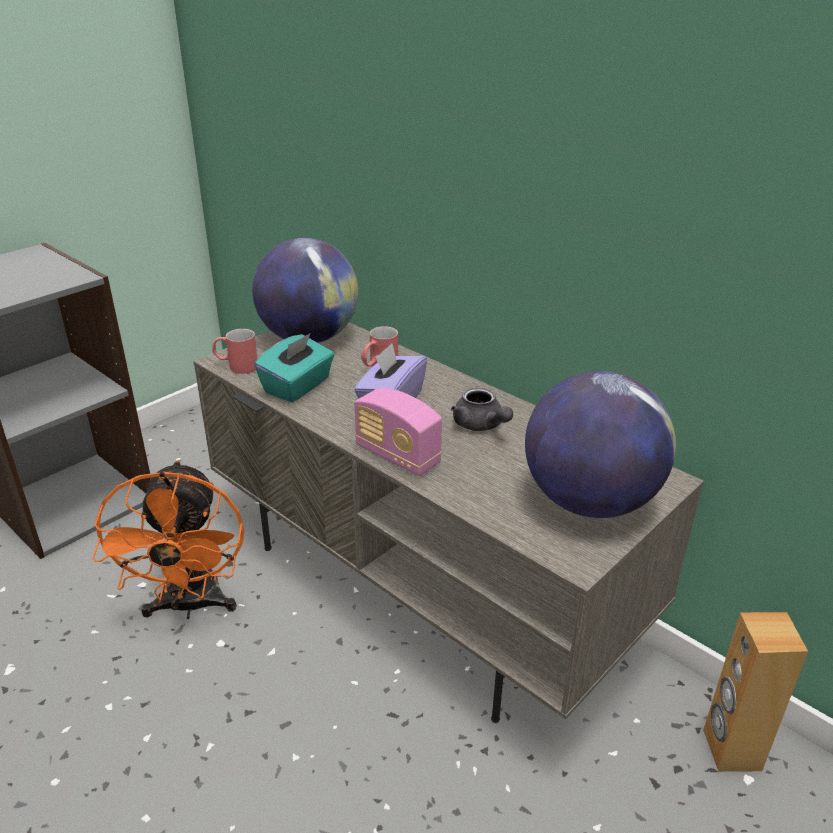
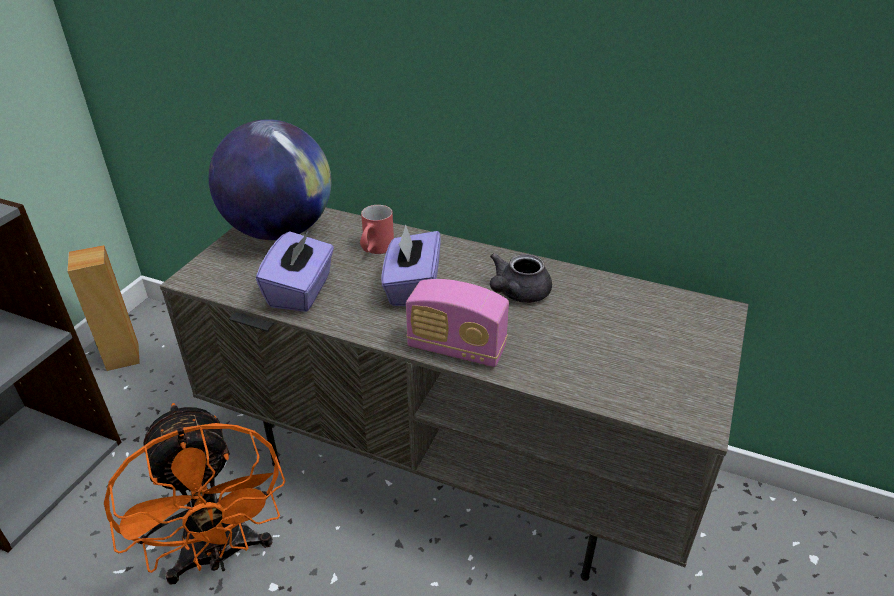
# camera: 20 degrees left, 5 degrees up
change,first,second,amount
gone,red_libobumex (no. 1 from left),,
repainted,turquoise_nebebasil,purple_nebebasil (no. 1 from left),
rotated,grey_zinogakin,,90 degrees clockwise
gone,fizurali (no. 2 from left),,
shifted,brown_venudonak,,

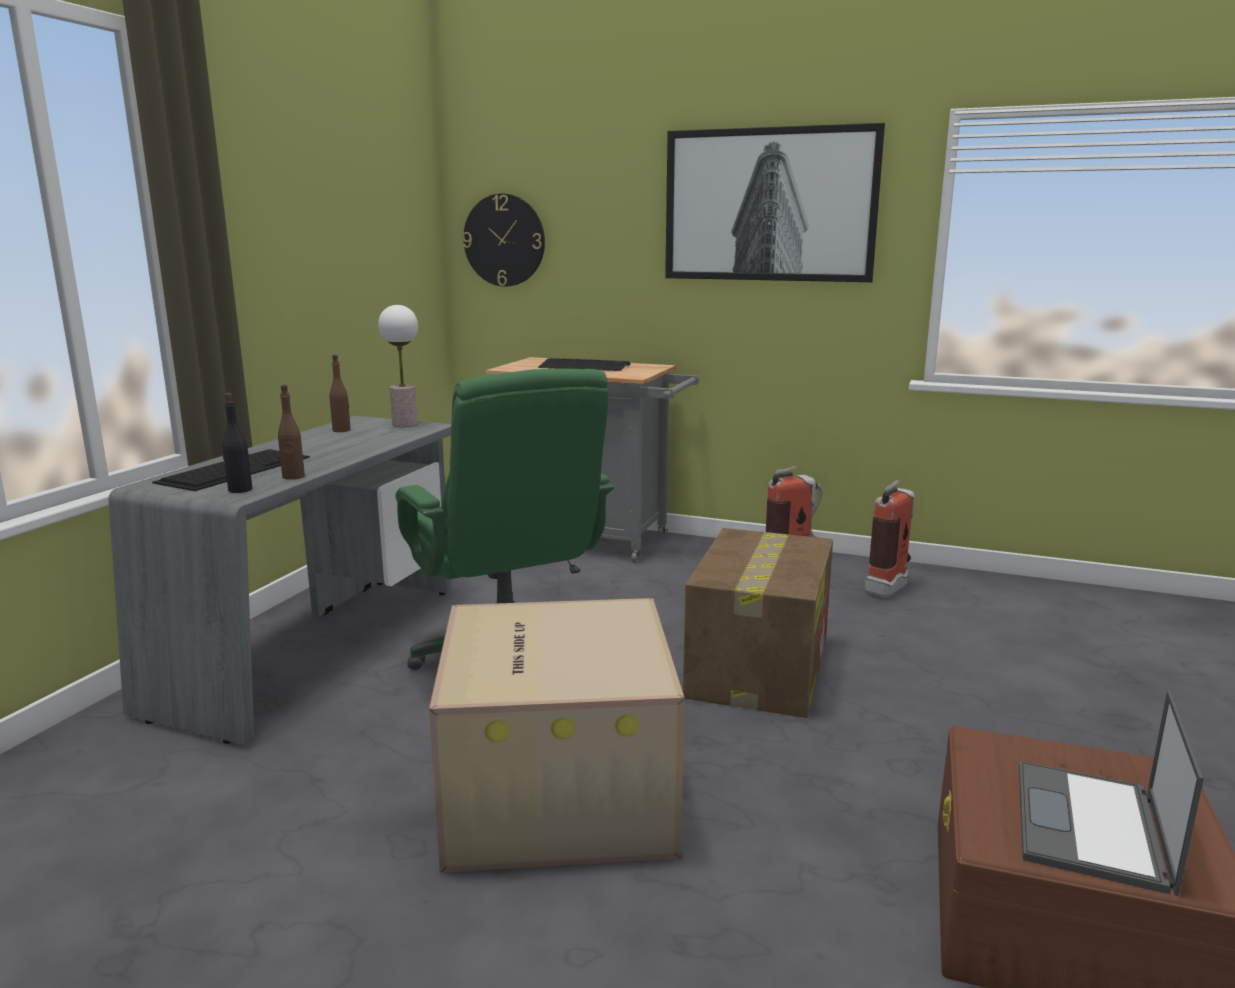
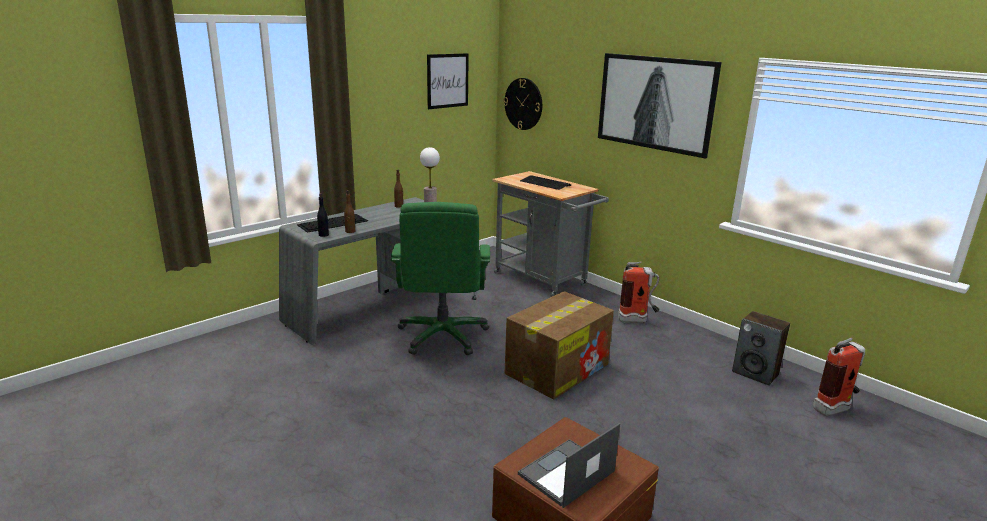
# camera: 25 degrees right, 5 degrees up
change,first,second,amount
gone,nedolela (no. 1 from left),,
shifted,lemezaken (no. 2 from left),,
new,,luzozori (no. 1 from left),
new,,venudonak,

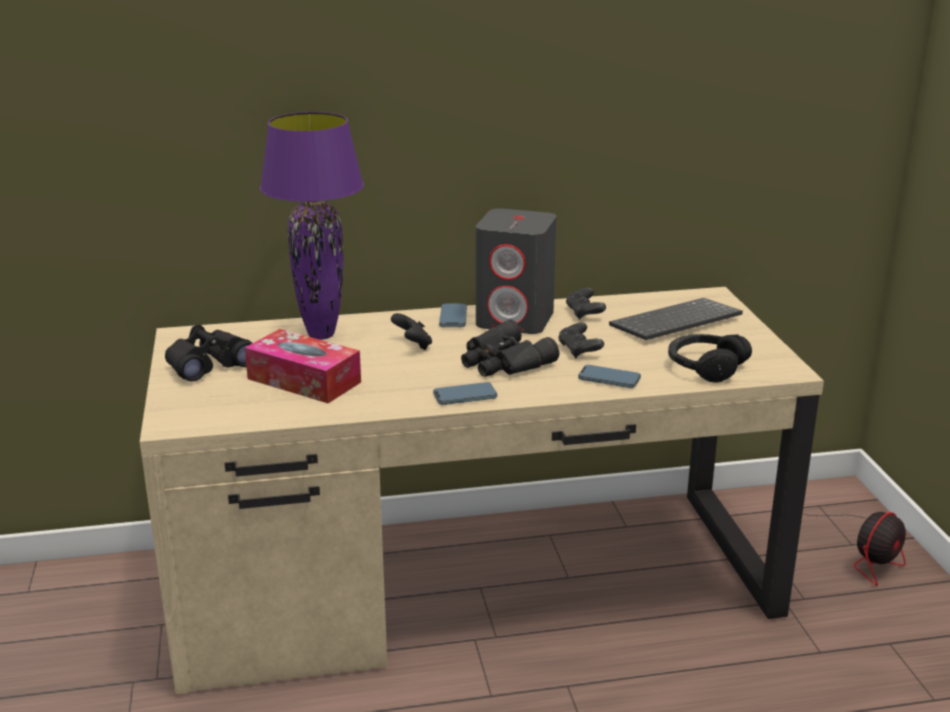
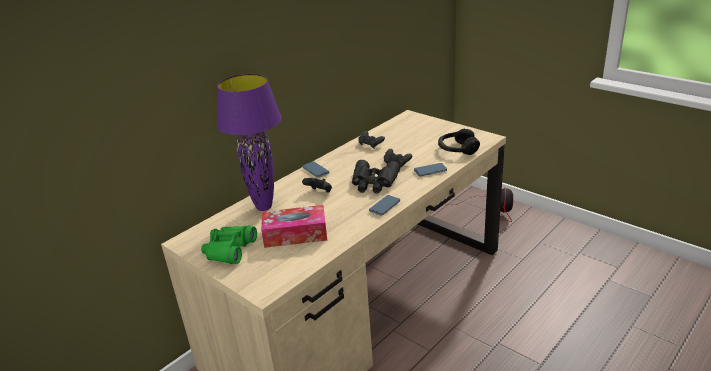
# camera: 35 degrees left, 5 degrees up
change,first,second,amount
repainted,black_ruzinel (no. 1 from left),green_ruzinel,
gone,grey_venudonak,,
gone,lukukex,,

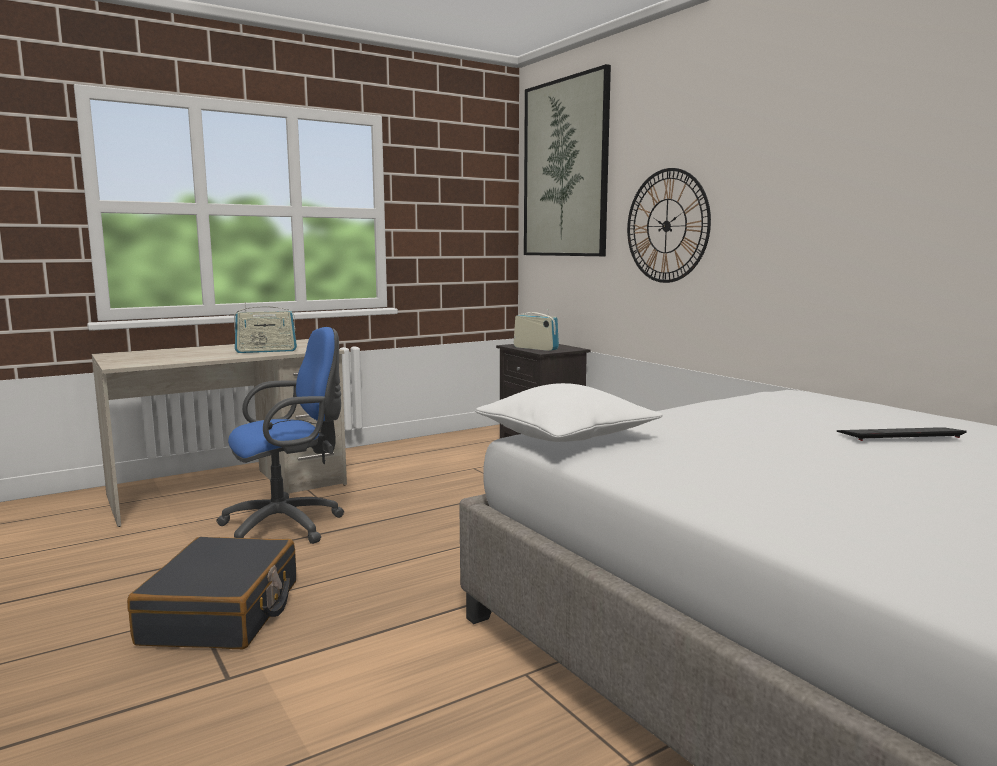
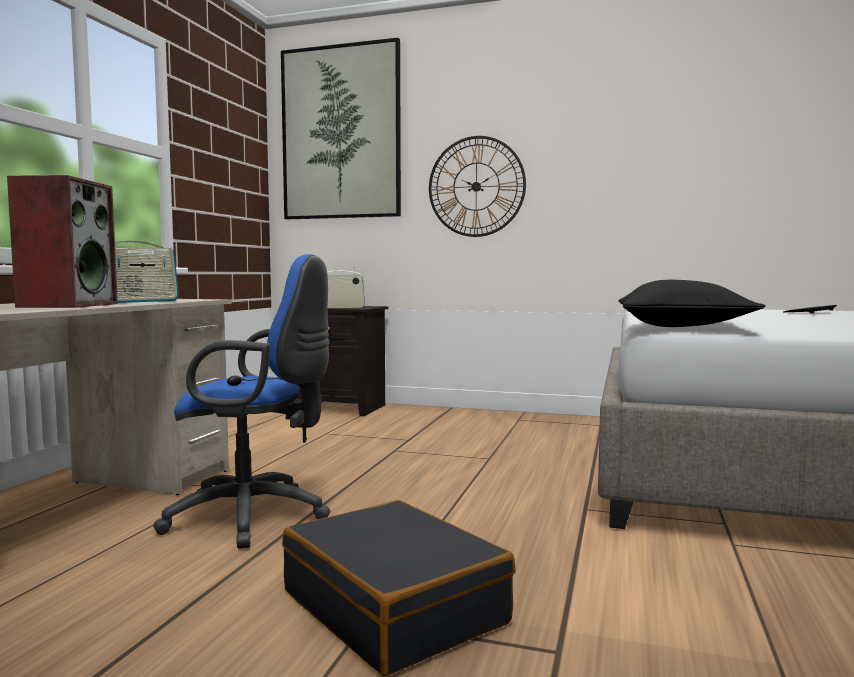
# camera: 40 degrees left, 5 degrees down
change,first,second,amount
rotated,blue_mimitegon,,75 degrees clockwise
repainted,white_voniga,black_voniga,
new,,venudonak,

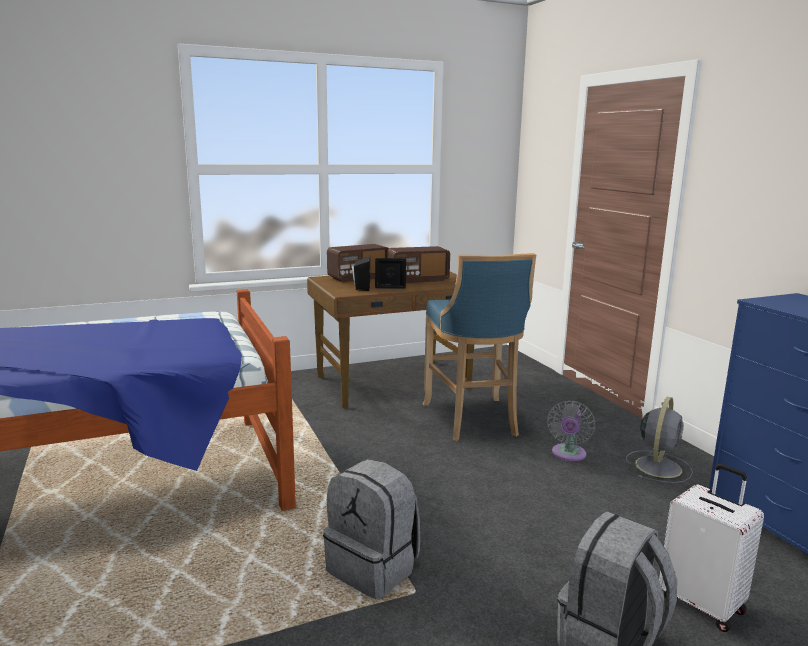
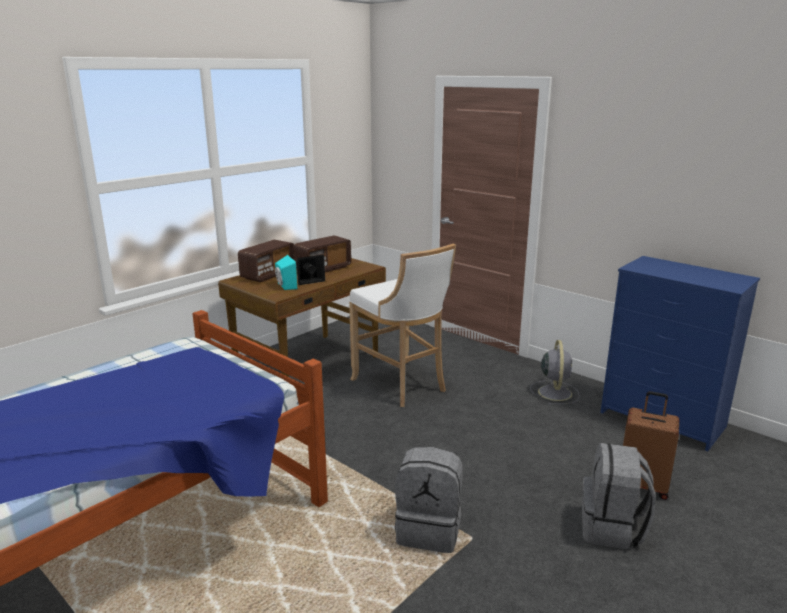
# camera: 25 degrees left, 5 degrees up
change,first,second,amount
repainted,black_venudonak (no. 1 from left),turquoise_venudonak,
repainted,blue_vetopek,white_vetopek,
gone,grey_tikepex (no. 1 from left),,
repainted,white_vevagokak,brown_vevagokak,

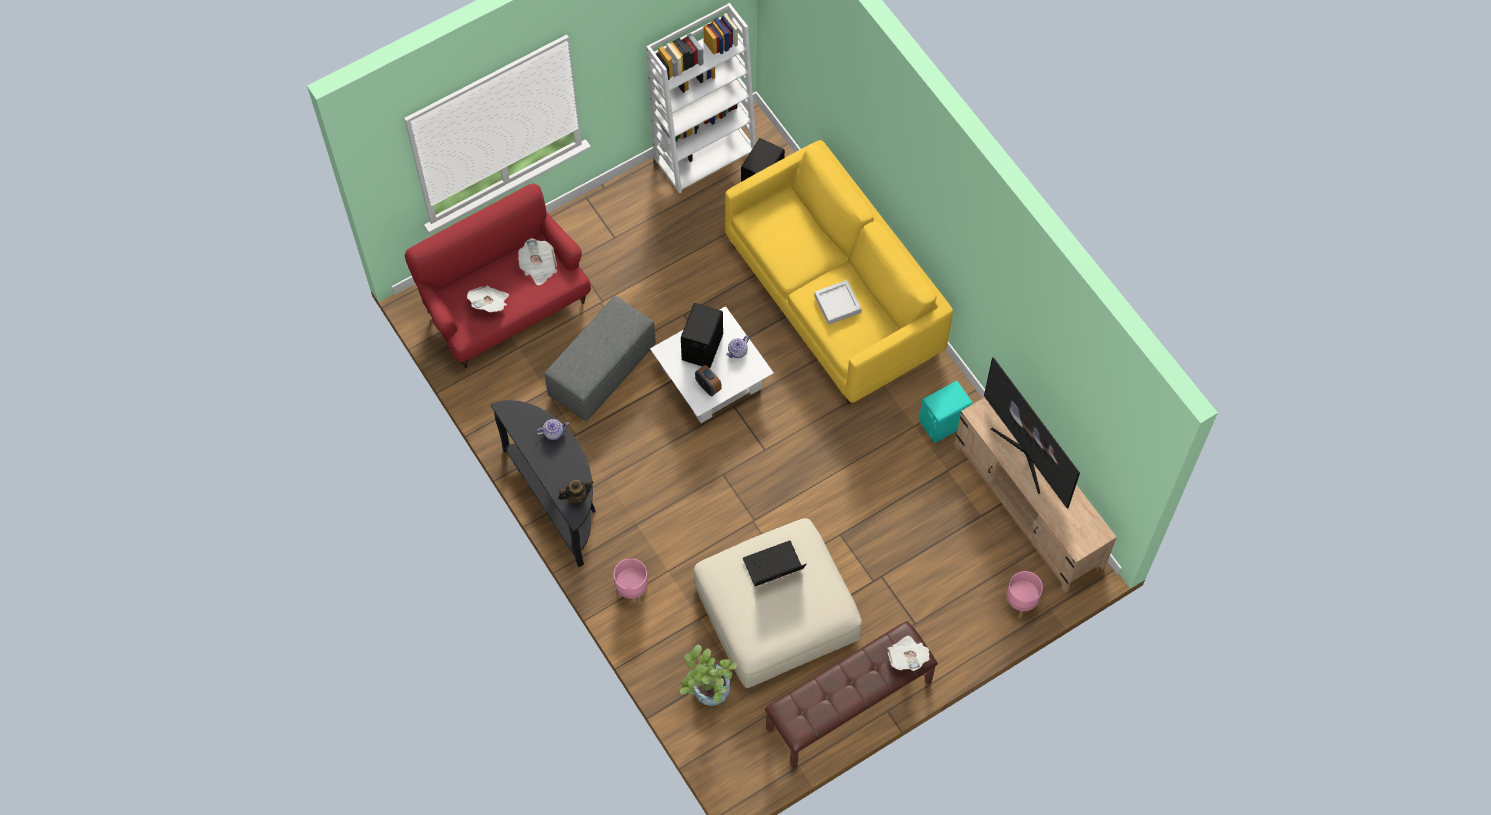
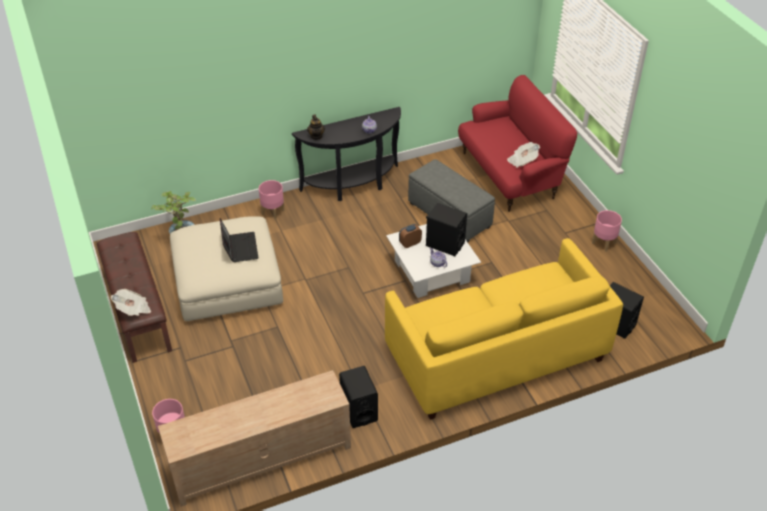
# camera: 100 degrees right, 20 degrees down
change,first,second,amount
gone,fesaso (no. 1 from left),,
gone,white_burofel,,
gone,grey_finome,,
repainted,turquoise_venudonak,black_venudonak (no. 1 from left),
gone,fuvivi,,
new,,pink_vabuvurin (no. 3 from left),

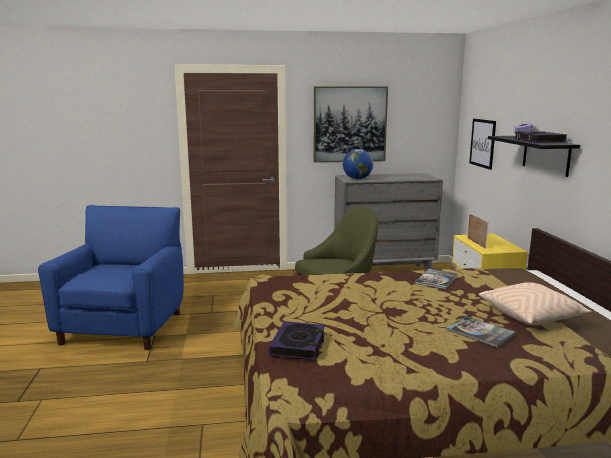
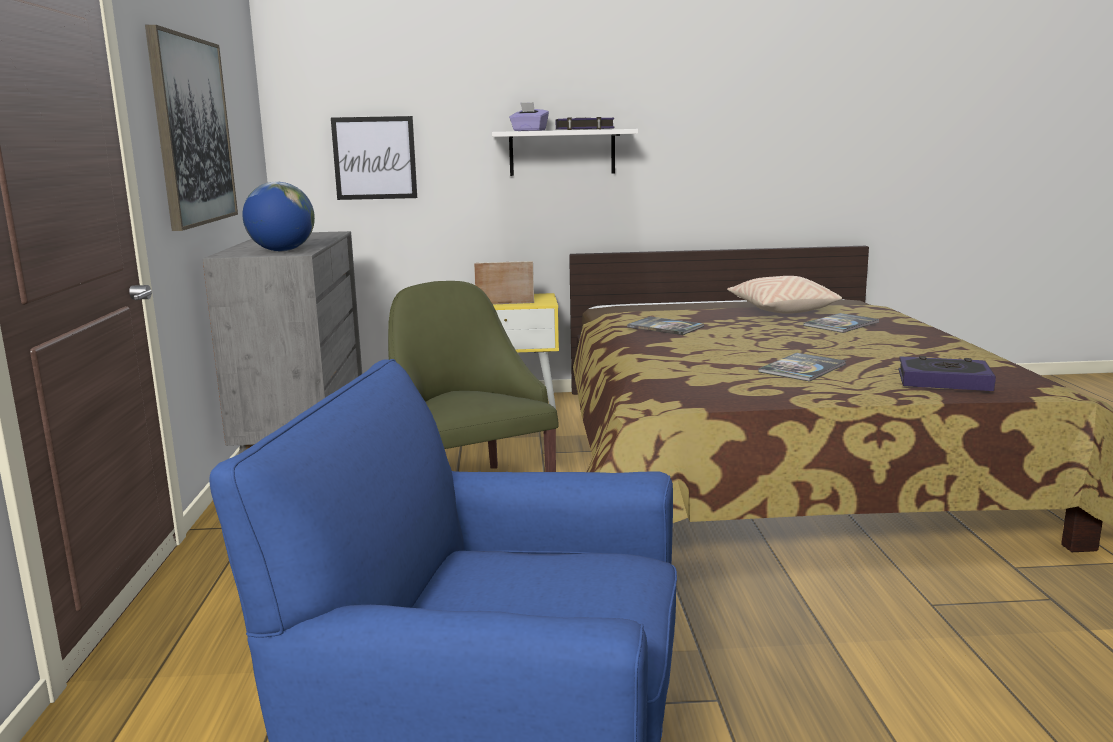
# camera: 85 degrees left, 0 degrees up
change,first,second,amount
repainted,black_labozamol,white_labozamol,
new,,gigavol (no. 3 from left),

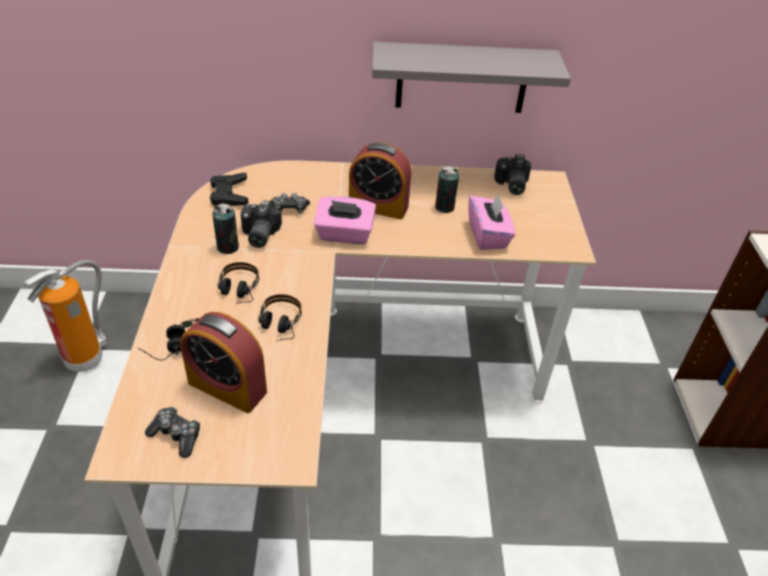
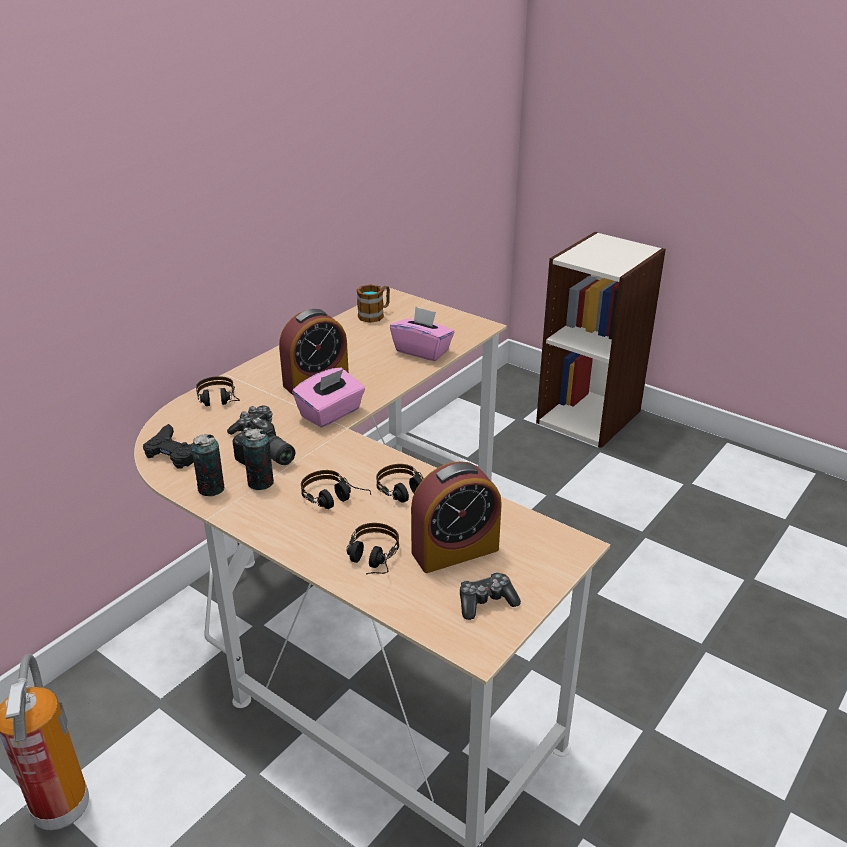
# camera: 50 degrees left, 10 degrees down
change,first,second,amount
gone,grey_labozamol,,
shifted,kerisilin (no. 2 from left in the first image),kerisilin (no. 1 from left),
swapped,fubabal (no. 2 from left),libobumex,
new,,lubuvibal (no. 1 from left),

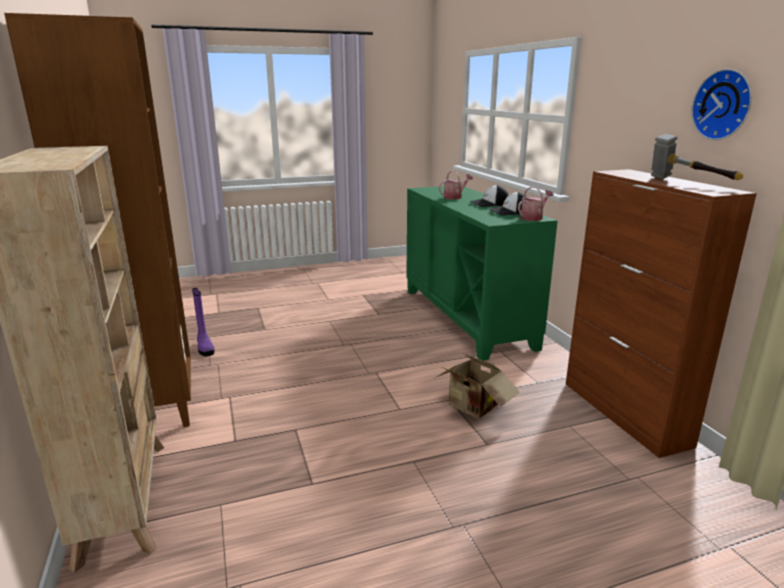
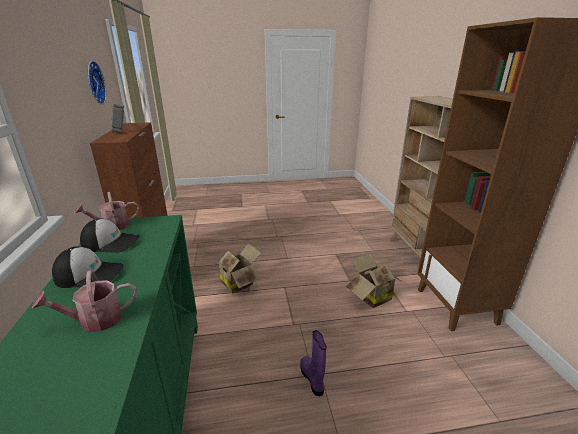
# camera: 170 degrees left, 5 degrees up
change,first,second,amount
shifted,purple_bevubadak,,
new,,nedolela (no. 2 from left),

